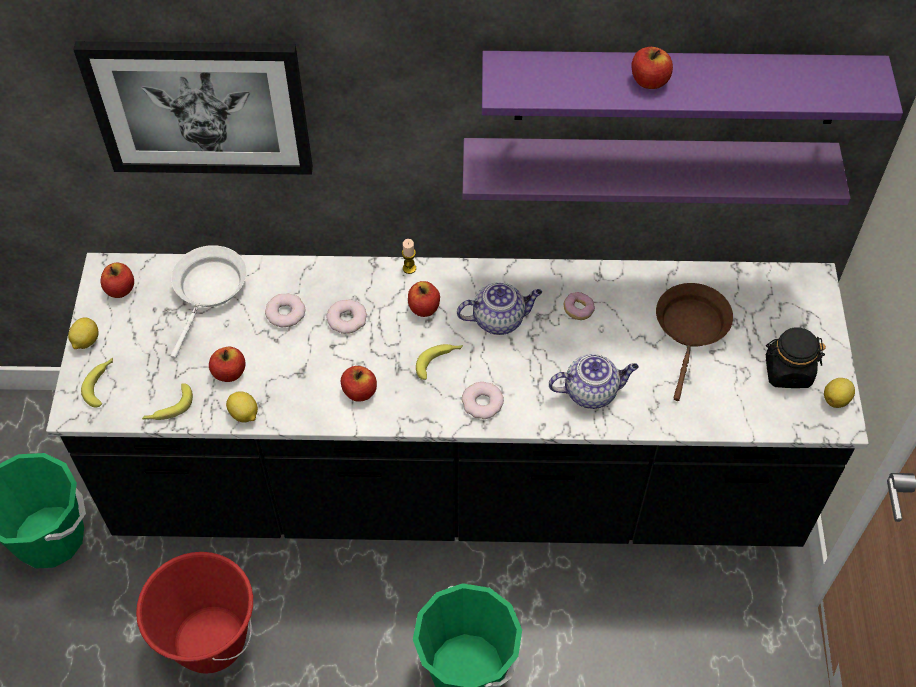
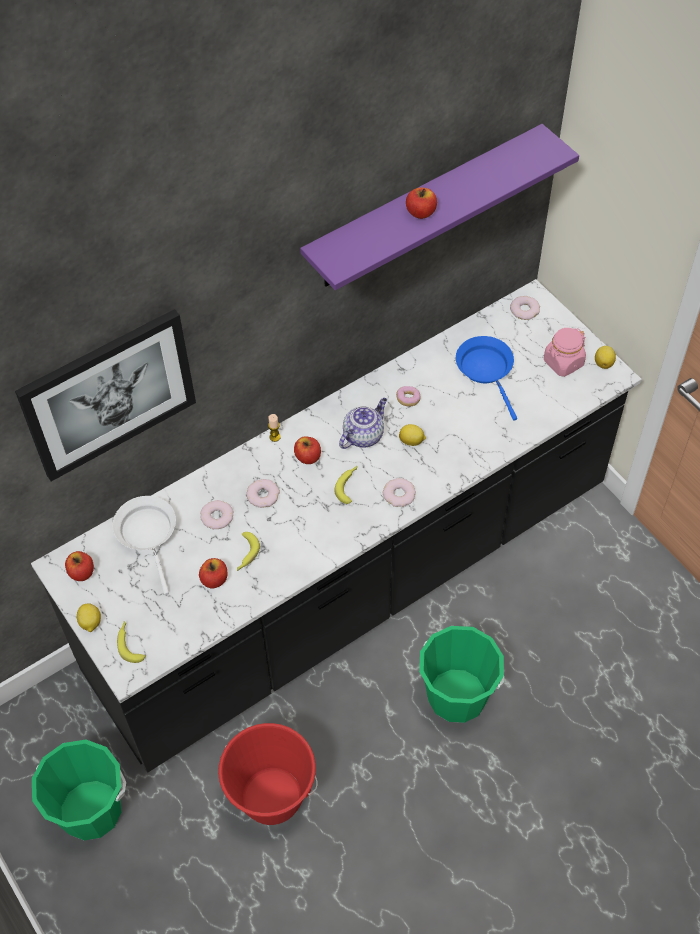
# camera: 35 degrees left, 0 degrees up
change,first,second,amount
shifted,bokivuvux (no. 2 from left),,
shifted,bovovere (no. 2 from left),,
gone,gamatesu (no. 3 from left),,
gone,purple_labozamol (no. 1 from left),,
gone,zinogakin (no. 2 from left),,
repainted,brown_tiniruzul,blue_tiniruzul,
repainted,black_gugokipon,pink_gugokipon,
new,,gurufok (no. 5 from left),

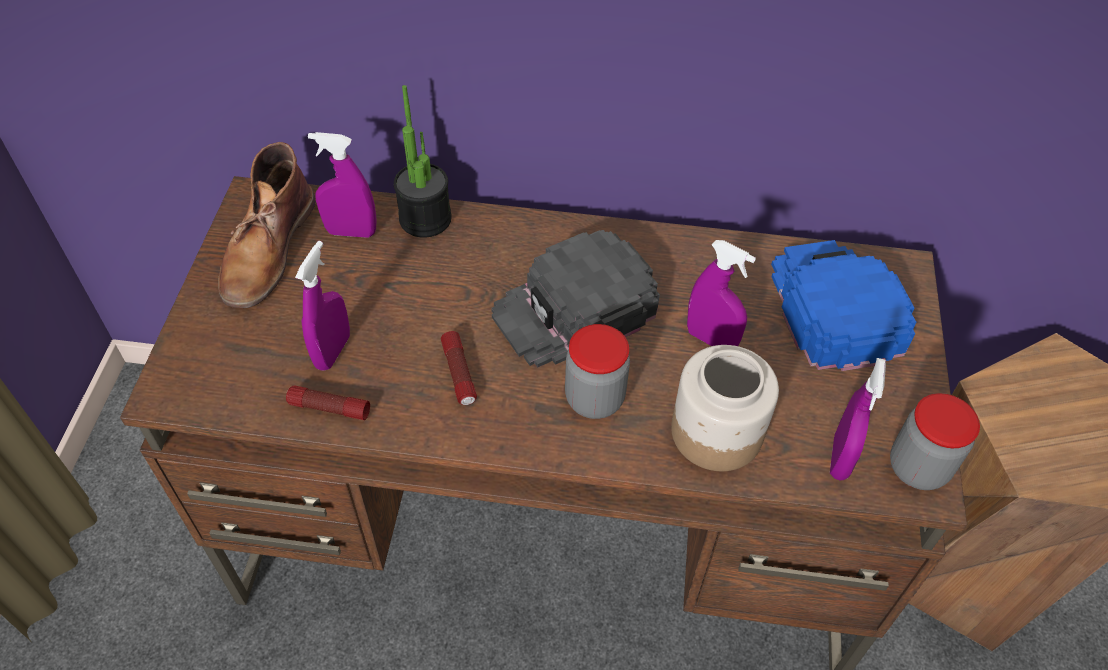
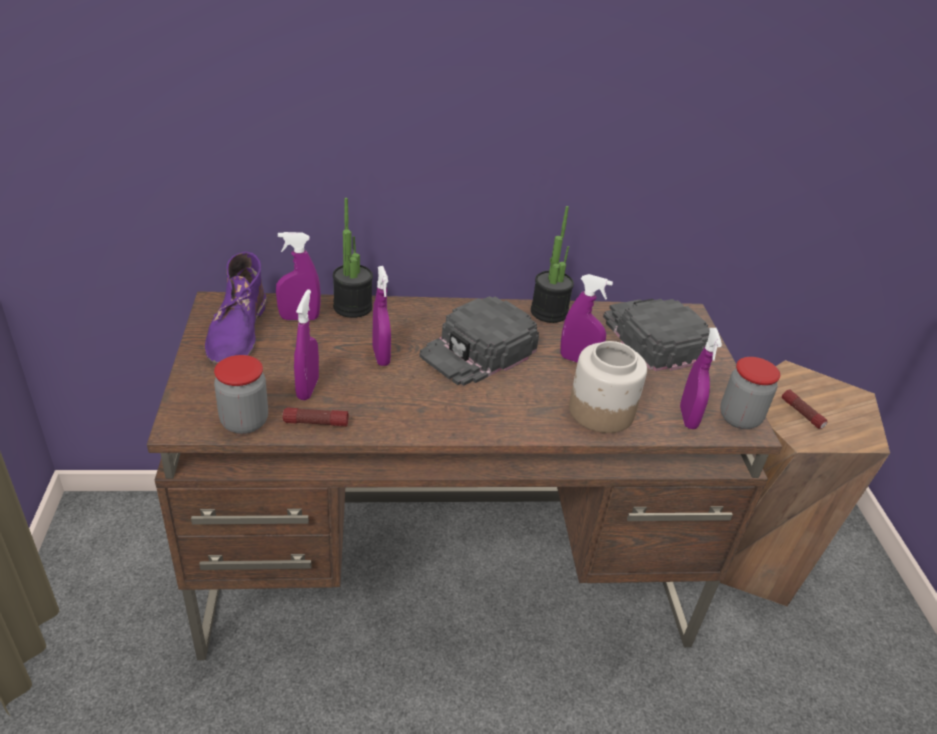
# camera: 15 degrees left, 15 degrees down
change,first,second,amount
repainted,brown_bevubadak,purple_bevubadak,
shifted,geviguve (no. 2 from left),,
shifted,gugokipon (no. 1 from left),,
repainted,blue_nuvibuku,black_nuvibuku (no. 2 from left),
new,,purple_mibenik (no. 3 from left),
new,,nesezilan (no. 2 from left),

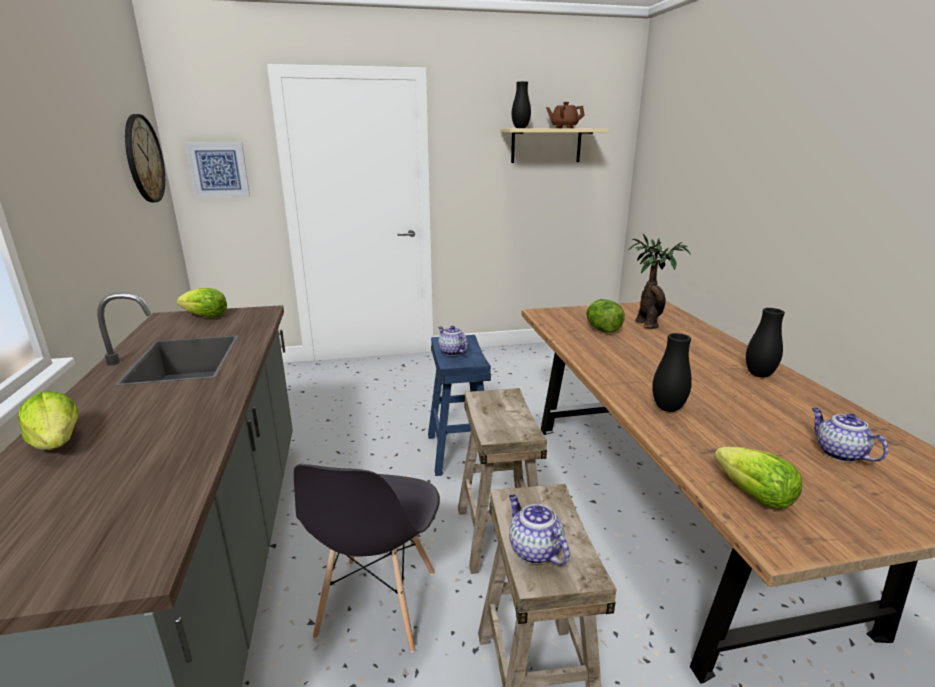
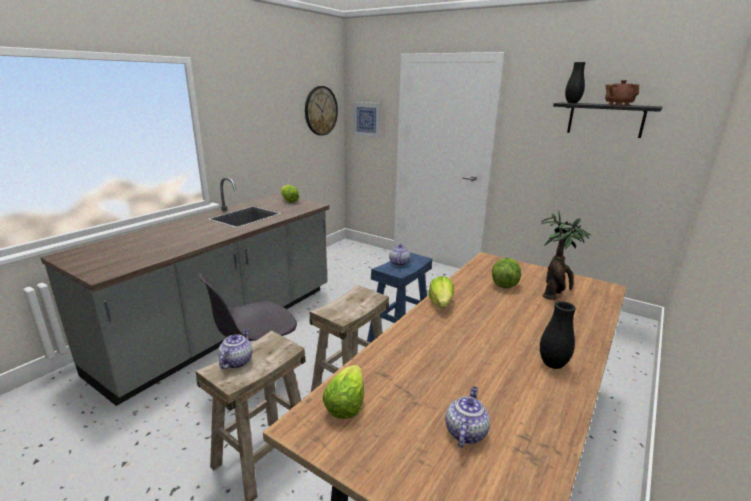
# camera: 45 degrees right, 0 degrees up
change,first,second,amount
shifted,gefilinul (no. 1 from left in the first image),gefilinul (no. 3 from left),
repainted,beige_labozamol,black_labozamol,
gone,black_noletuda (no. 2 from left),,

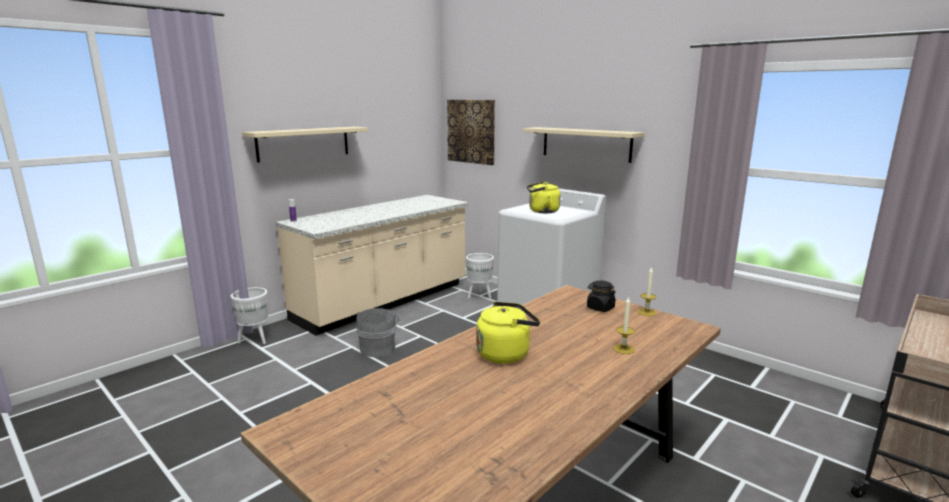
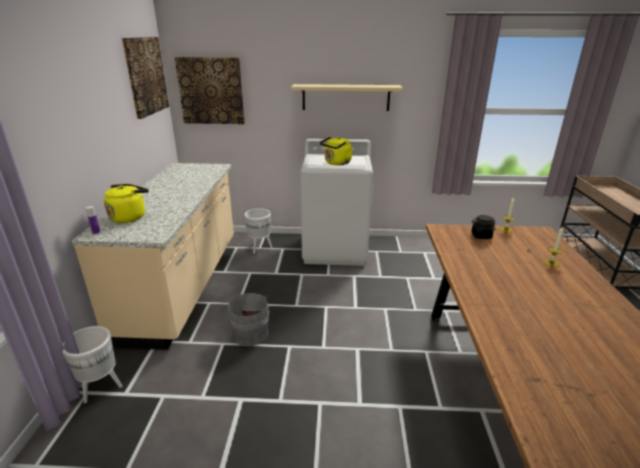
# camera: 40 degrees left, 10 degrees up
change,first,second,amount
gone,beige_labozamol (no. 1 from left),,
shifted,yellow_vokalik (no. 1 from left),,
new,,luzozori (no. 1 from left),

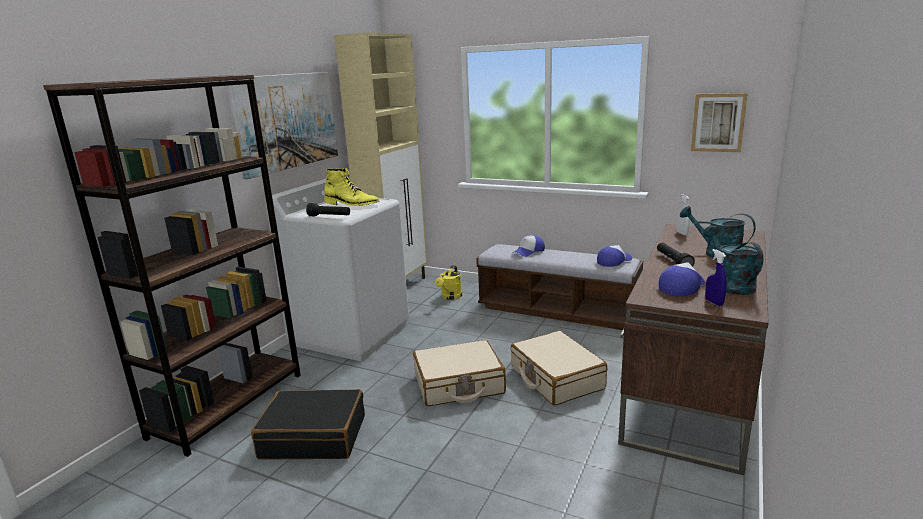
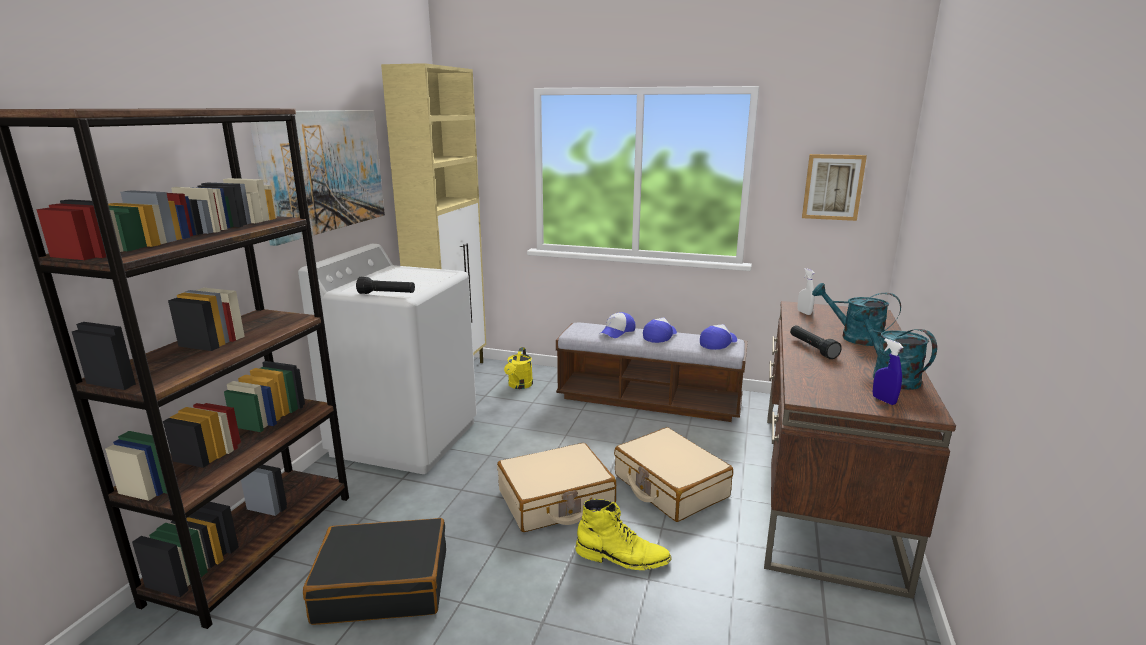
# camera: 10 degrees left, 0 degrees up
change,first,second,amount
shifted,yellow_bevubadak,,
shifted,nuvibuku (no. 3 from left in the first image),nuvibuku (no. 2 from left),

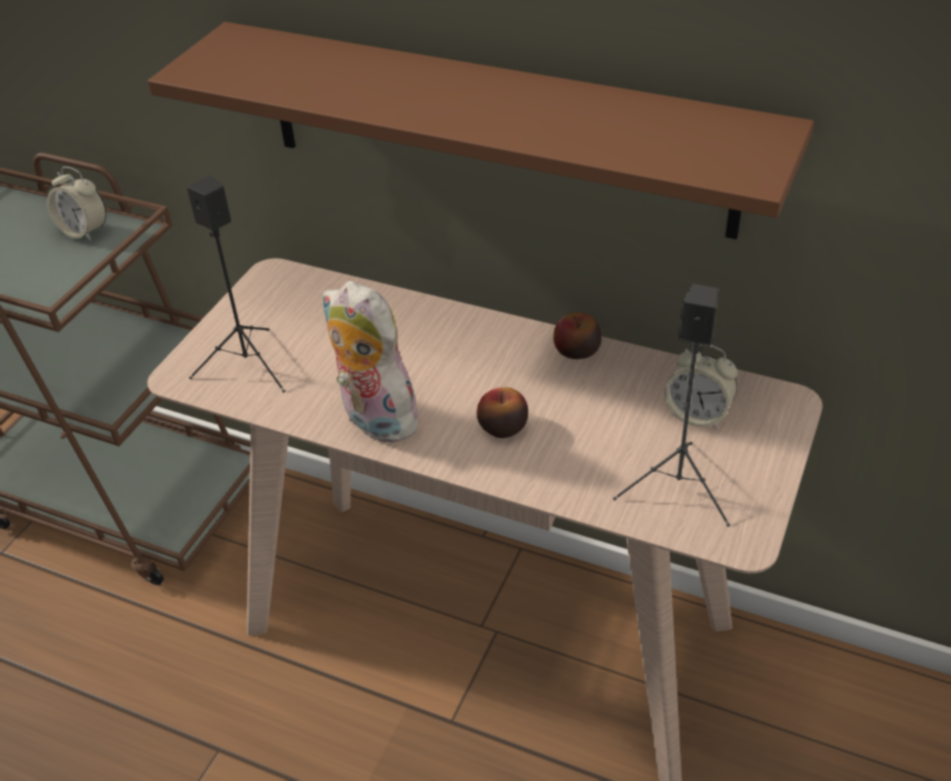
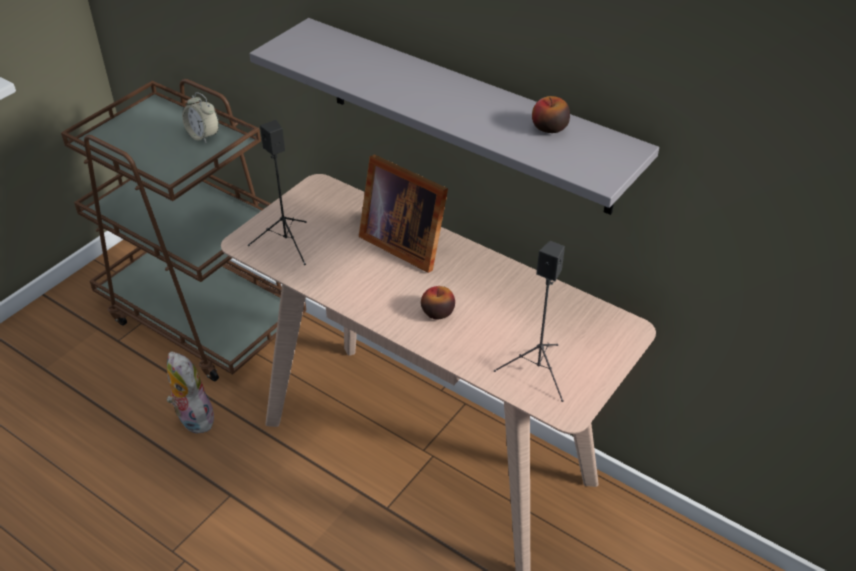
# camera: 10 degrees right, 0 degrees up
change,first,second,amount
repainted,brown_labozamol,grey_labozamol,
shifted,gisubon,,
shifted,gamatesu (no. 2 from left),,
gone,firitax (no. 2 from left),,
new,,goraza,

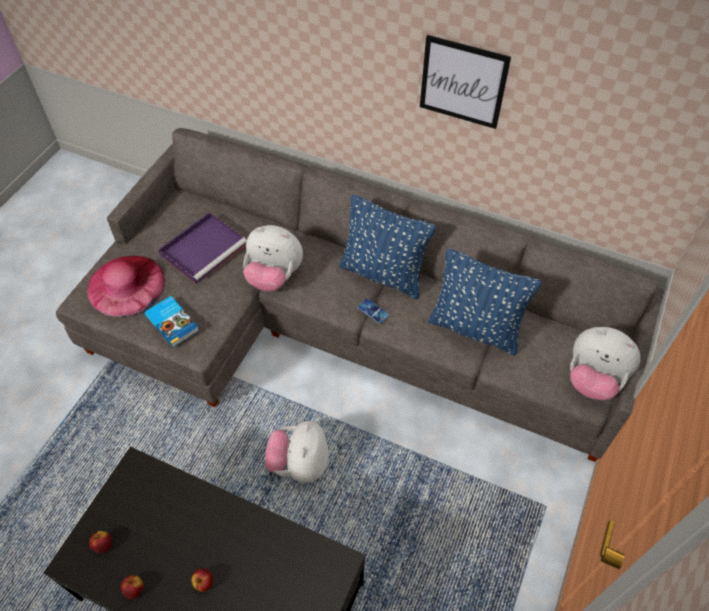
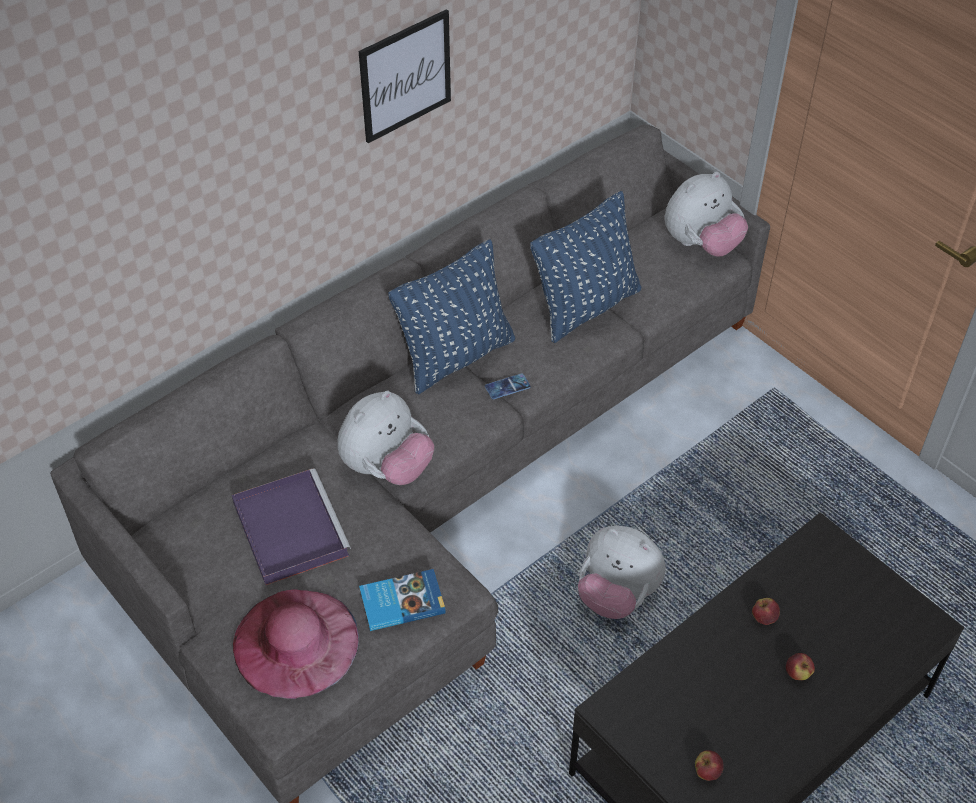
# camera: 65 degrees left, 5 degrees down
change,first,second,amount
shifted,gamatesu (no. 2 from left),,

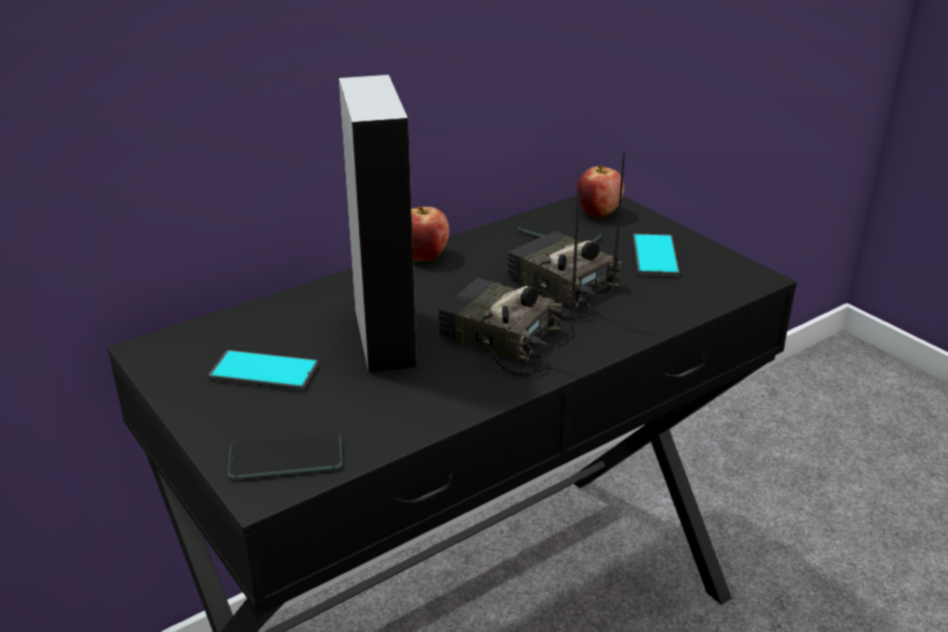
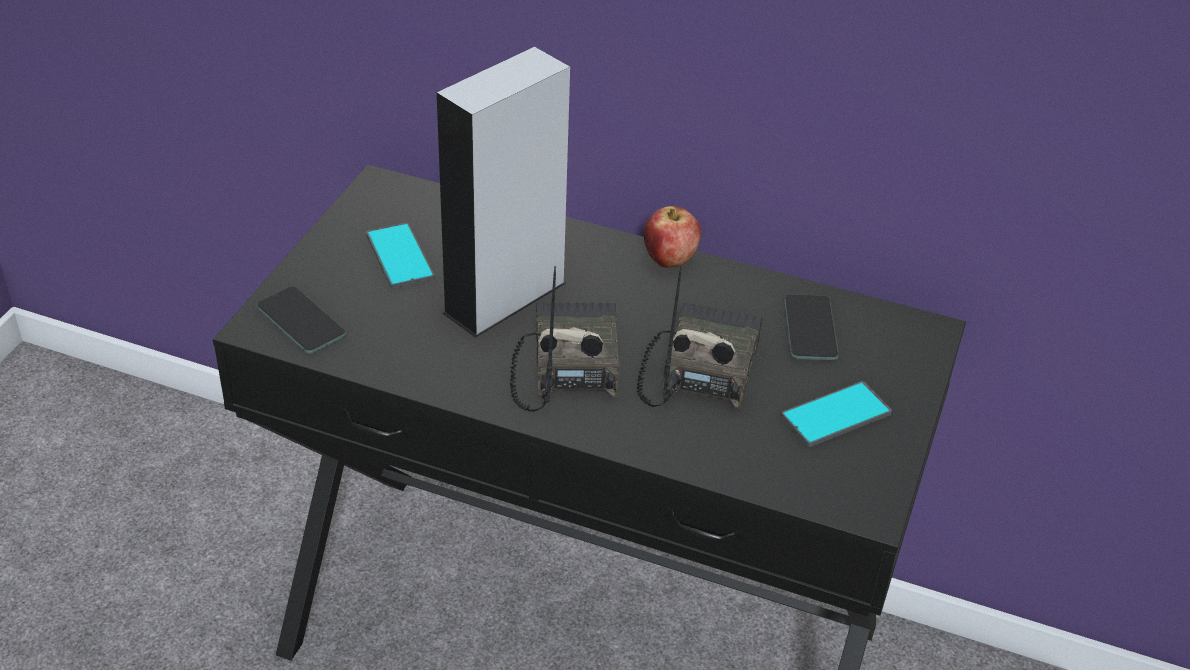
# camera: 55 degrees right, 10 degrees up
change,first,second,amount
gone,gamatesu (no. 2 from left),,

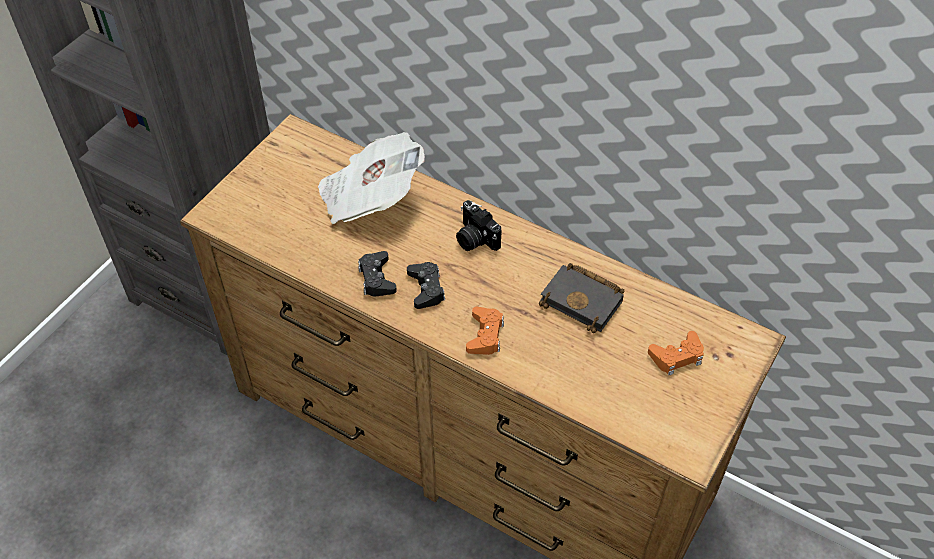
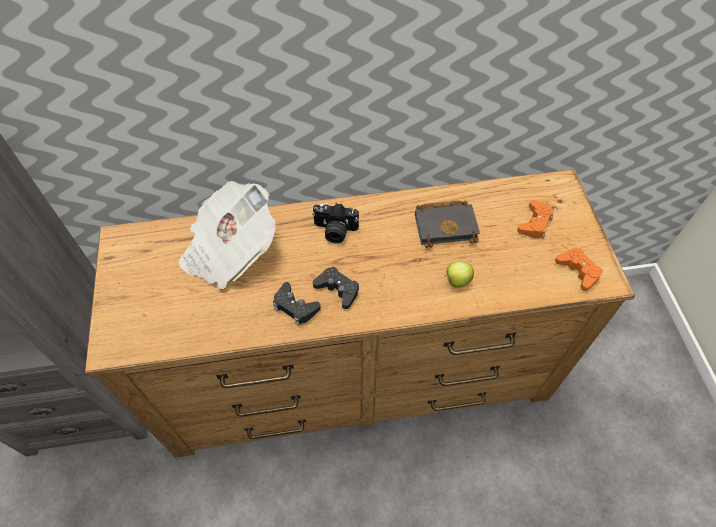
# camera: 40 degrees left, 5 degrees up
change,first,second,amount
shifted,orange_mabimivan (no. 1 from left in the first image),orange_mabimivan (no. 2 from left),
new,,gamatesu,

